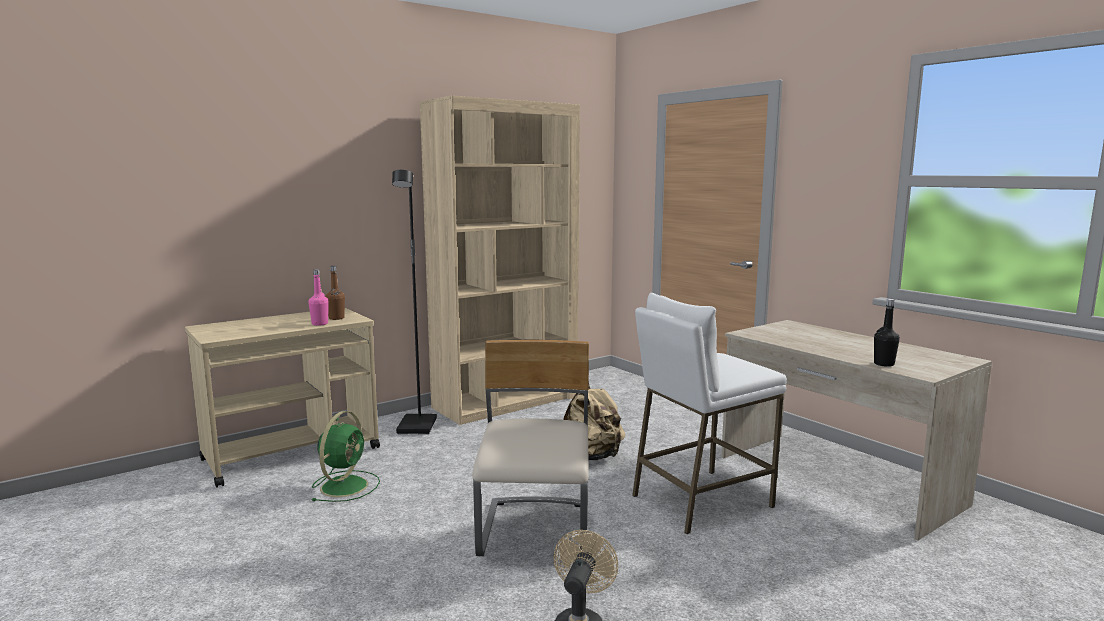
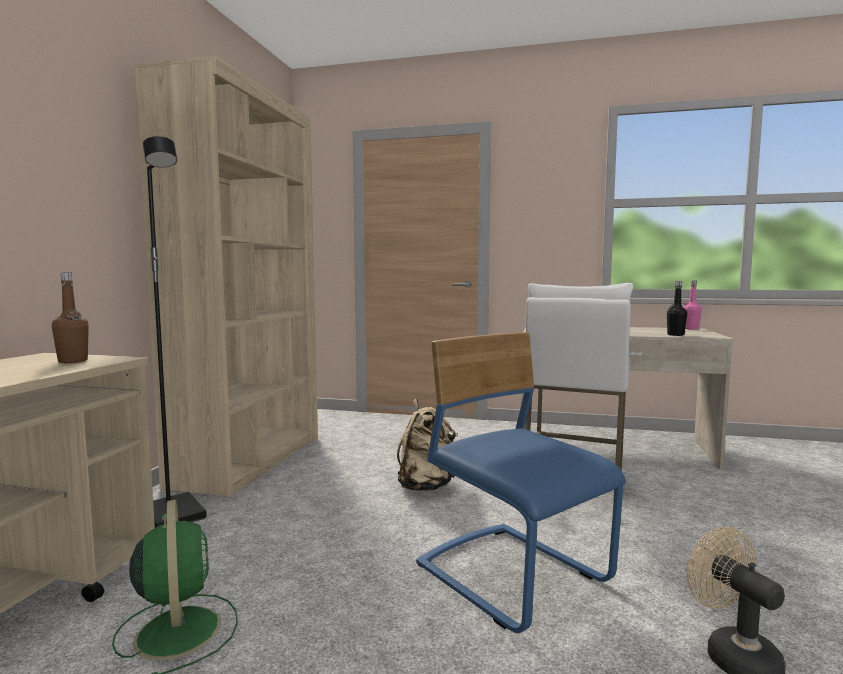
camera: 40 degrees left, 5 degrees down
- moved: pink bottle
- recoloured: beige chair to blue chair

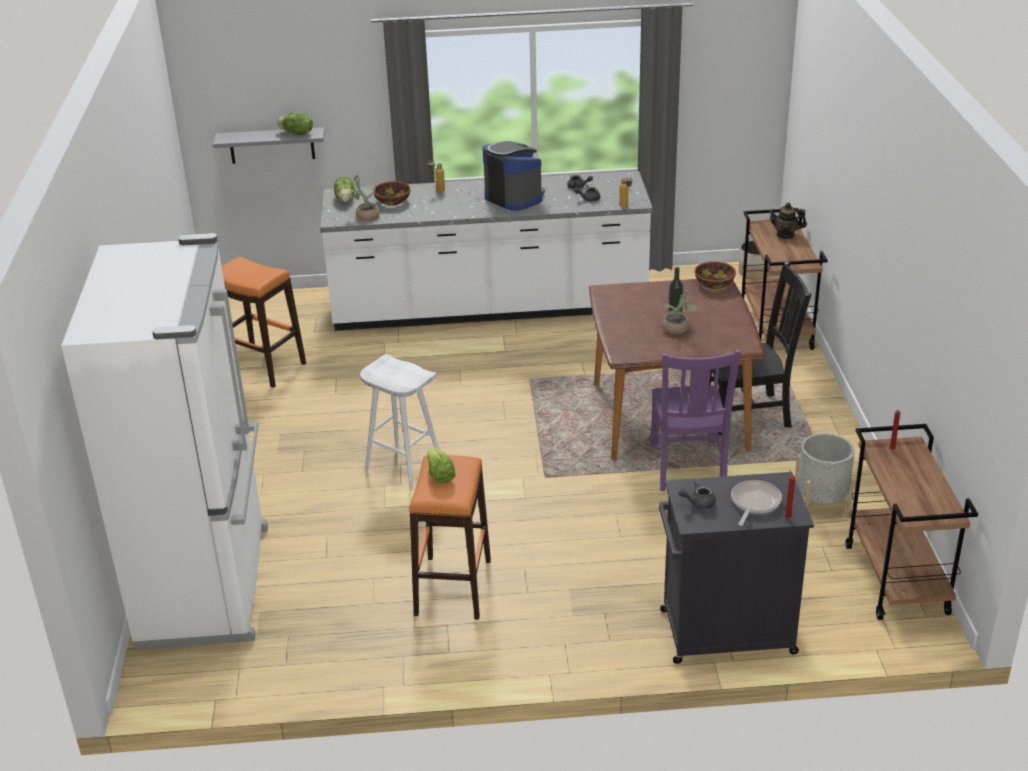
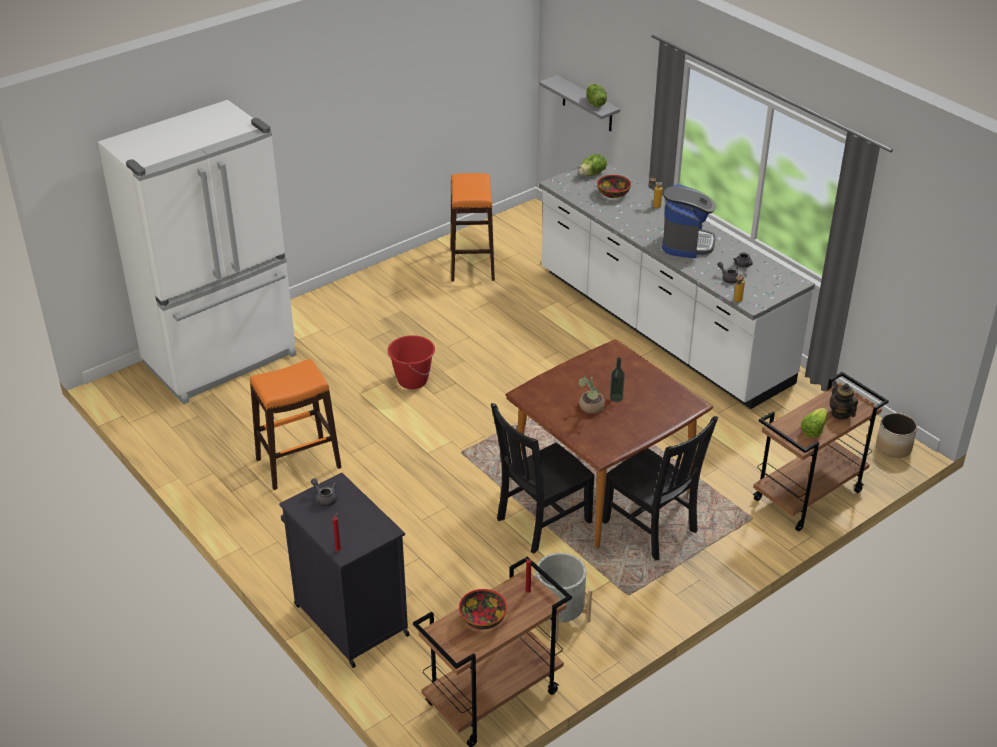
camera: 55 degrees right, 5 degrees up
- removed: potted plant (1st from left)
- replaced: white stool to red bucket
- moved: lettuce (3rd from left)
- recoloured: purple chair to black chair (1st from left)
- moved: bowl (2nd from left in the first image) to bowl (1st from left)
- removed: frying pan

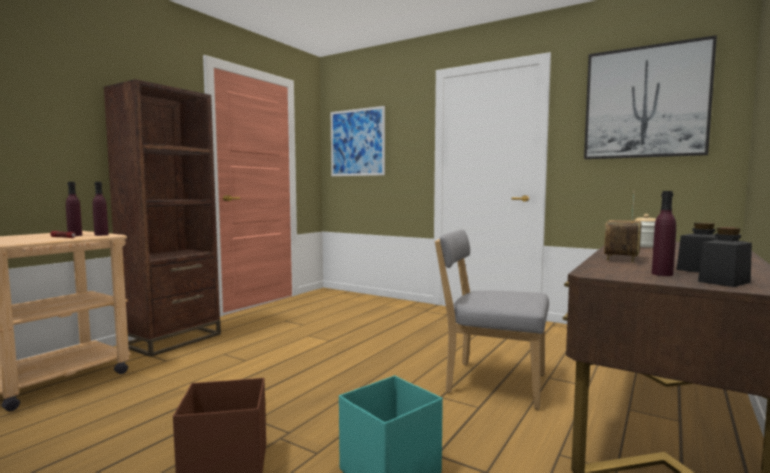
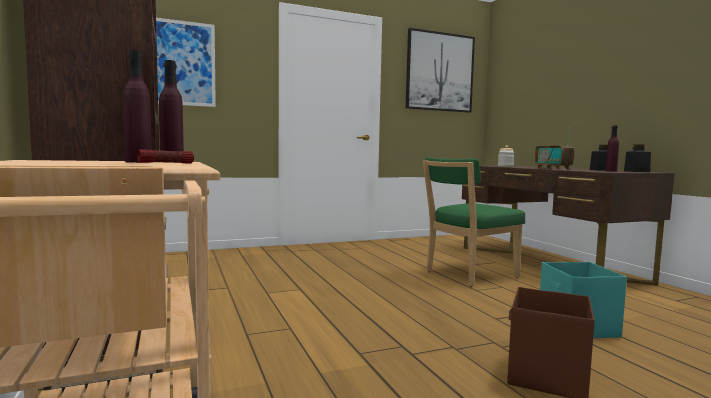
camera: 55 degrees left, 0 degrees up
- recoloured: grey chair to green chair

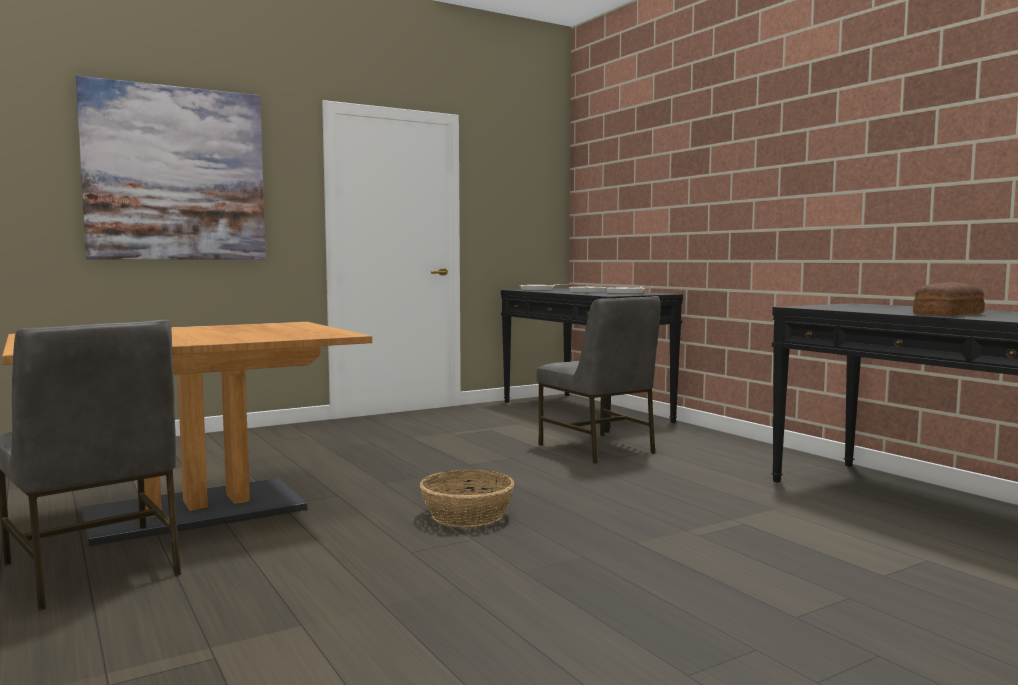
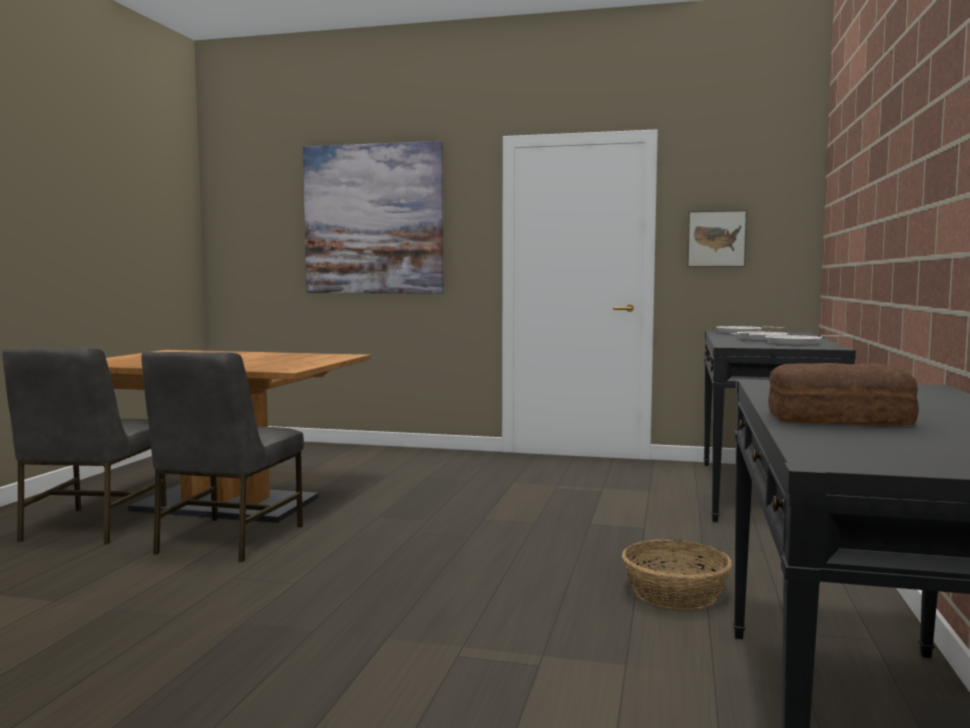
camera: 45 degrees right, 0 degrees up
- moved: basket
- moved: grey chair (2nd from left)
- added: picture (2nd from left)

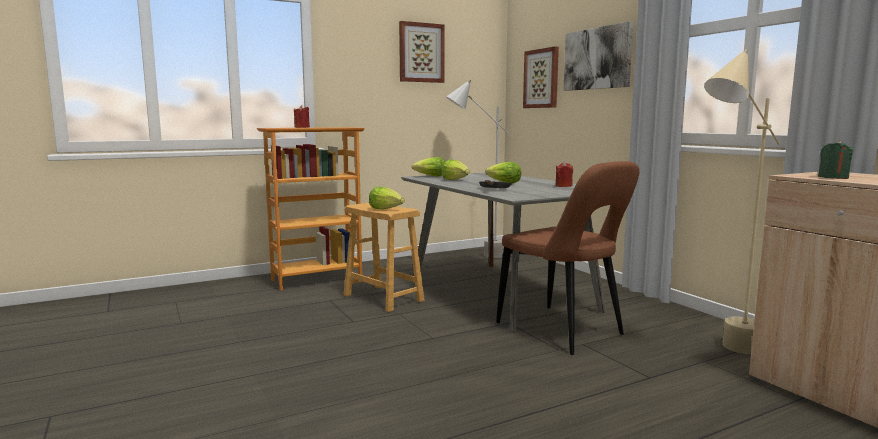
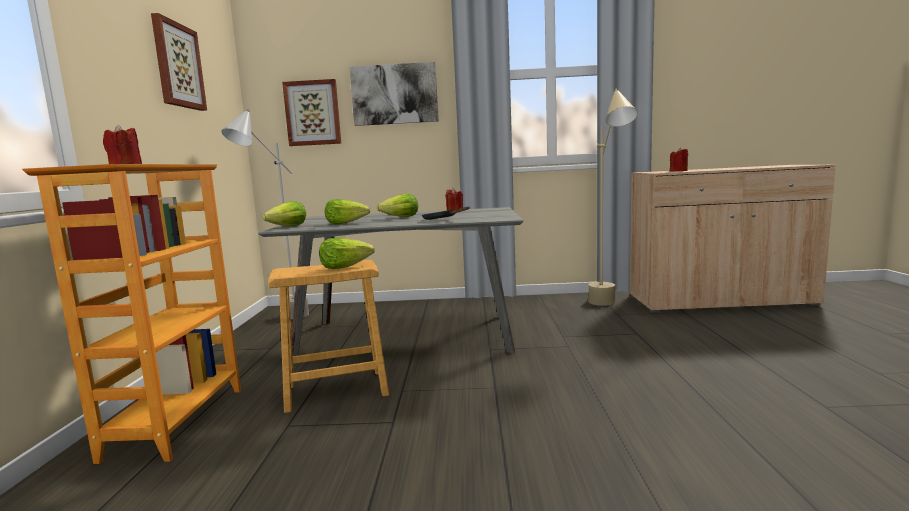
camera: 60 degrees left, 0 degrees up
- removed: brown chair
- recoloured: green candle to red candle (3rd from left)

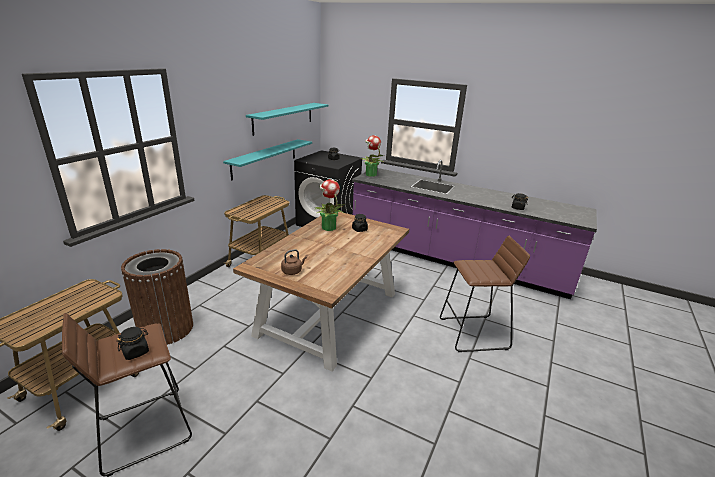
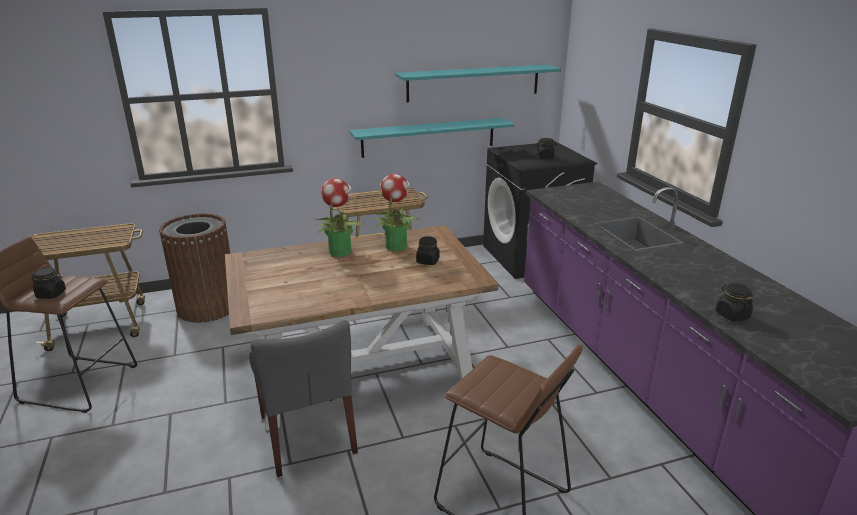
camera: 45 degrees right, 0 degrees up
- removed: brown kettle
- moved: potted plant (2nd from left in the first image) to potted plant (1st from left)
- added: grey chair

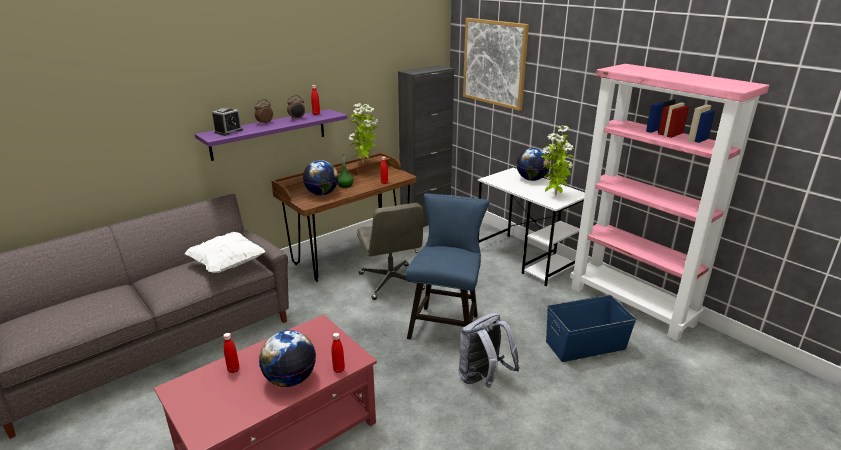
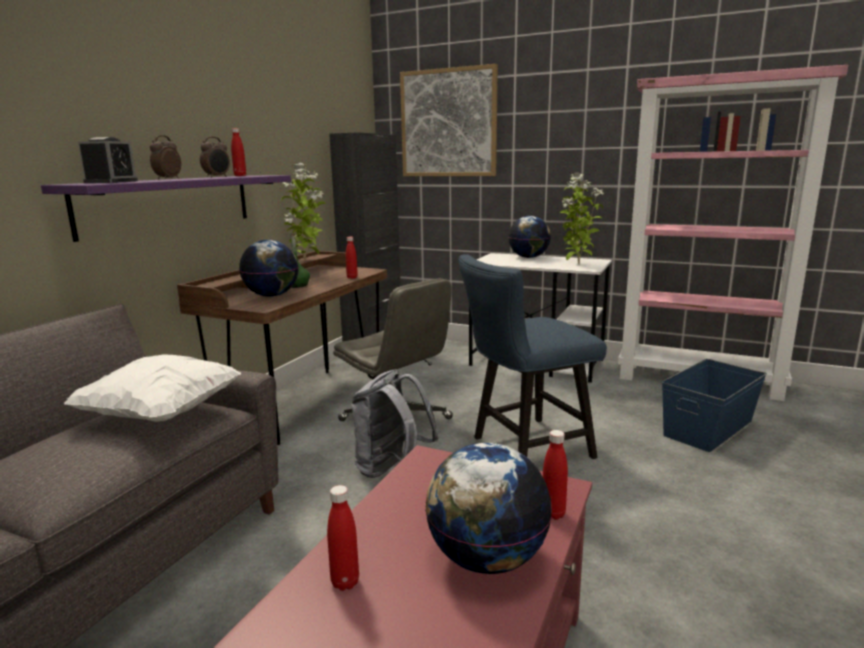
camera: 25 degrees left, 10 degrees down
- turned: blue chair 105 degrees counterclockwise
- moved: grey backpack

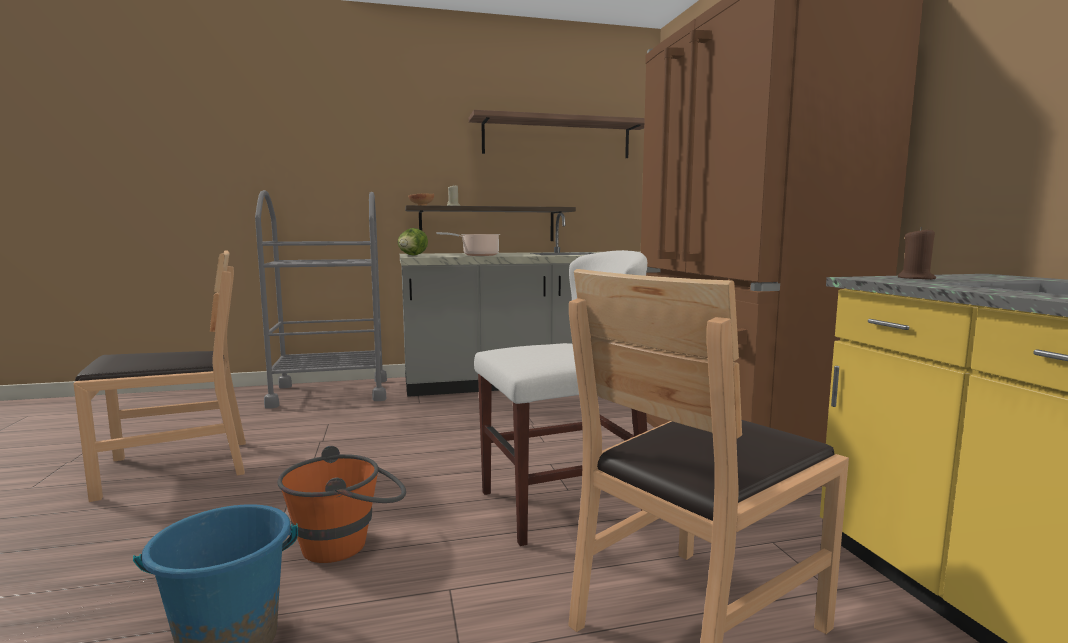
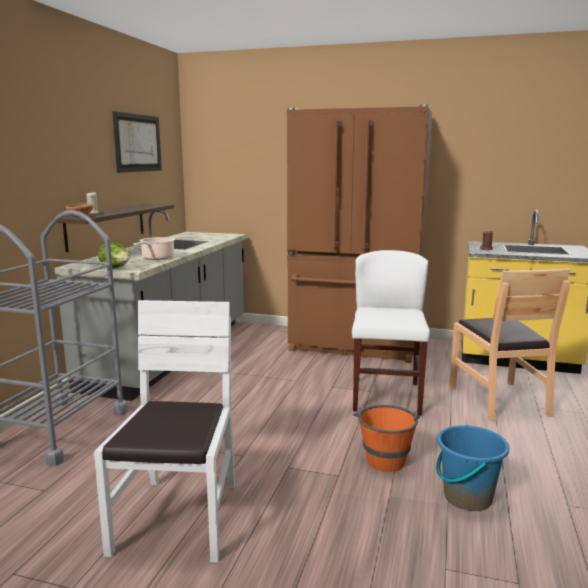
camera: 60 degrees left, 5 degrees up
- recoloured: brown chair (1st from left) to white chair (1st from left)
- replaced: shelf (2nd from left) to picture

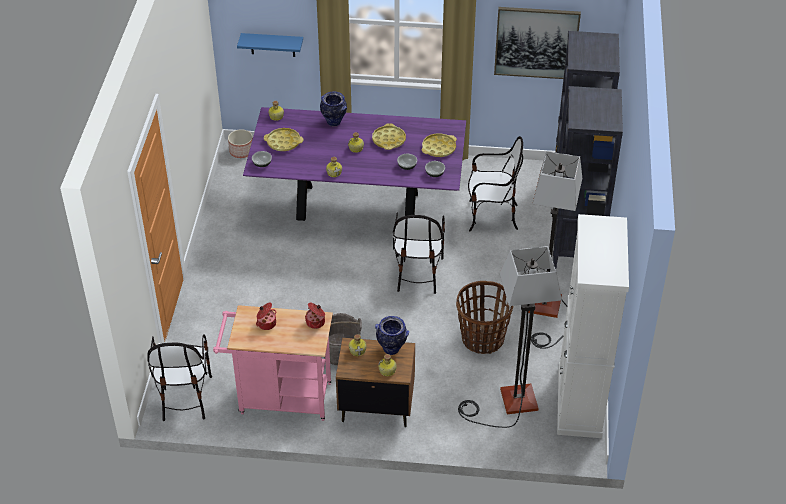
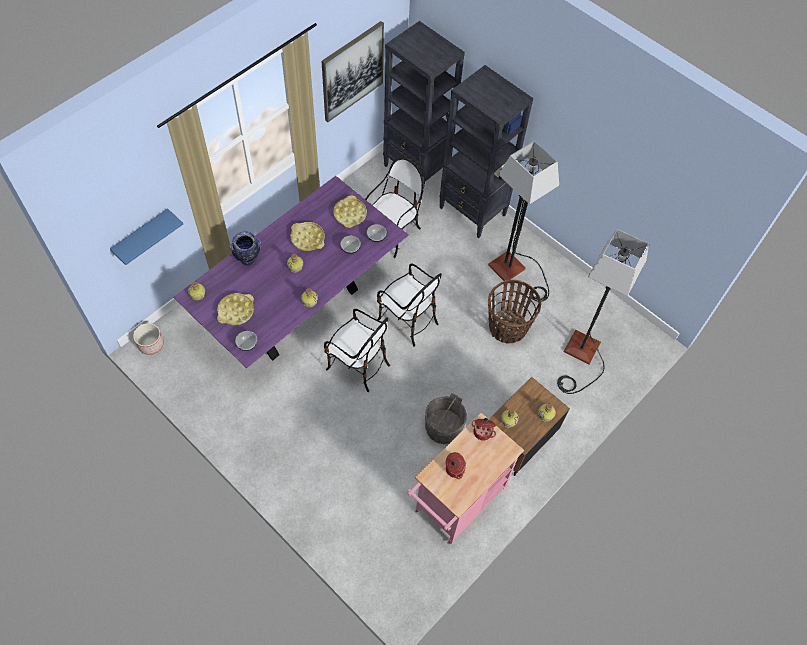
camera: 55 degrees left, 15 degrees up
- moved: chair (1st from left)
- removed: vase (2nd from left)
- removed: white cabinet

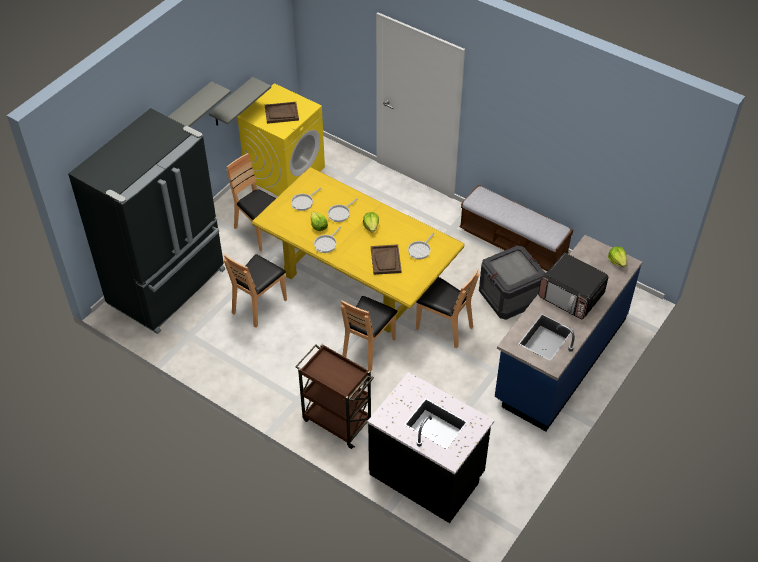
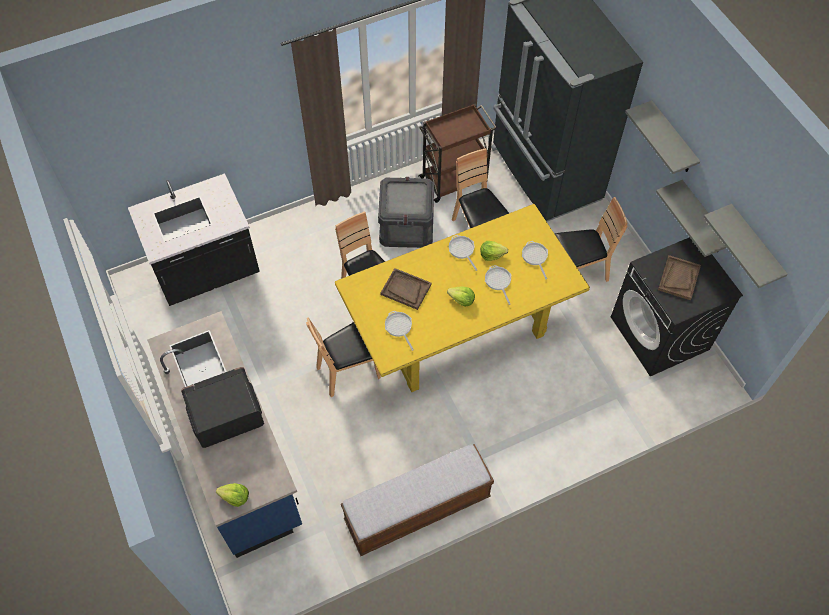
camera: 120 degrees right, 10 degrees up
- recoloured: yellow washing machine to black washing machine
- moved: brown cart
- moved: crate
- added: grey shelf (3rd from left)

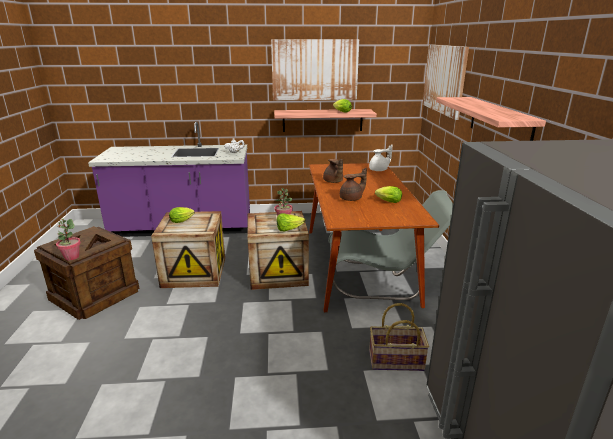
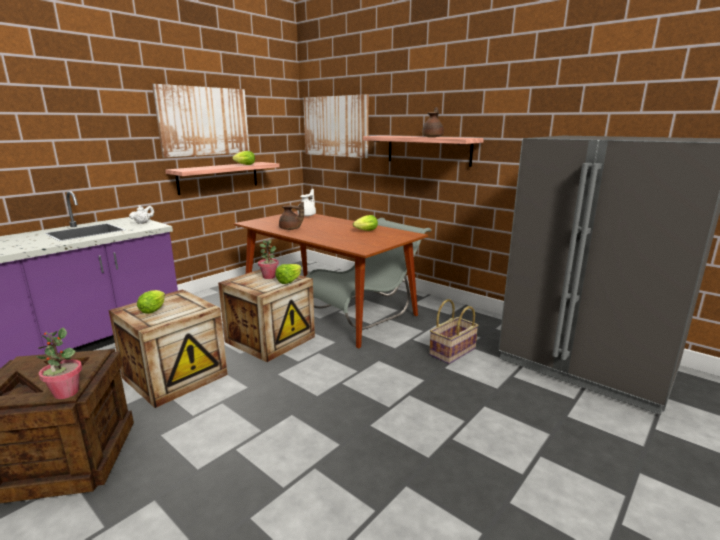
camera: 45 degrees left, 5 degrees down
- moved: brown teapot (2nd from left)

